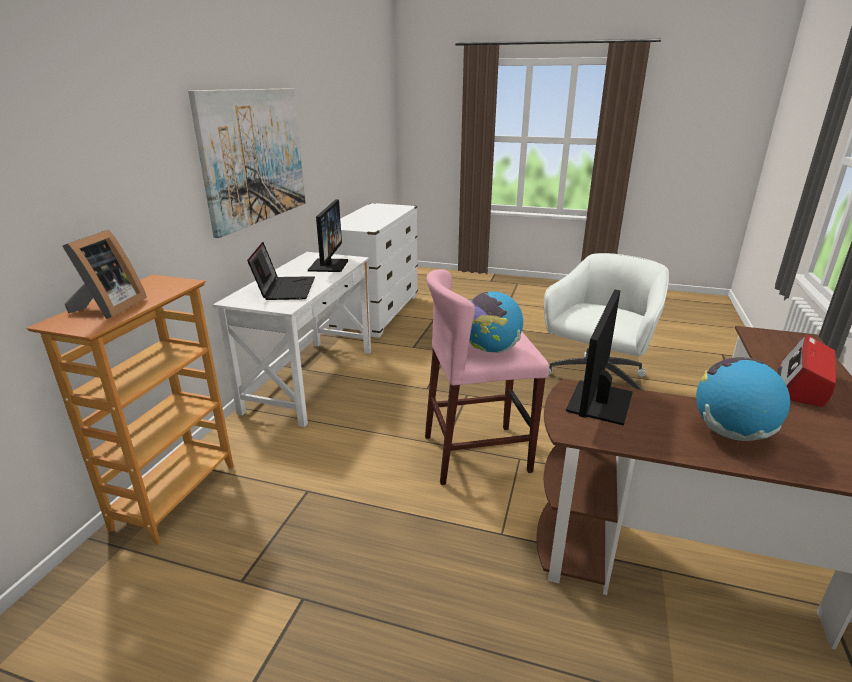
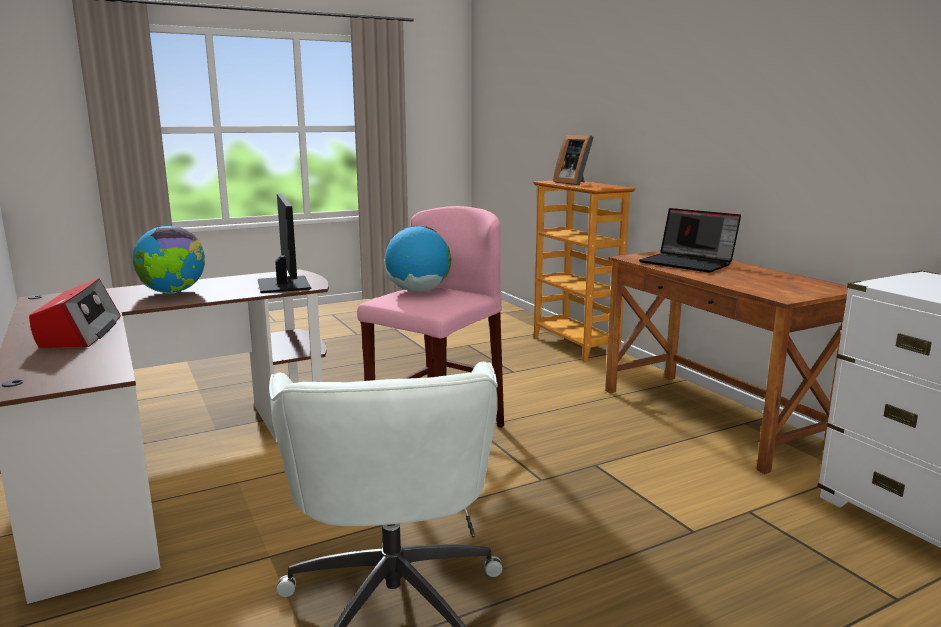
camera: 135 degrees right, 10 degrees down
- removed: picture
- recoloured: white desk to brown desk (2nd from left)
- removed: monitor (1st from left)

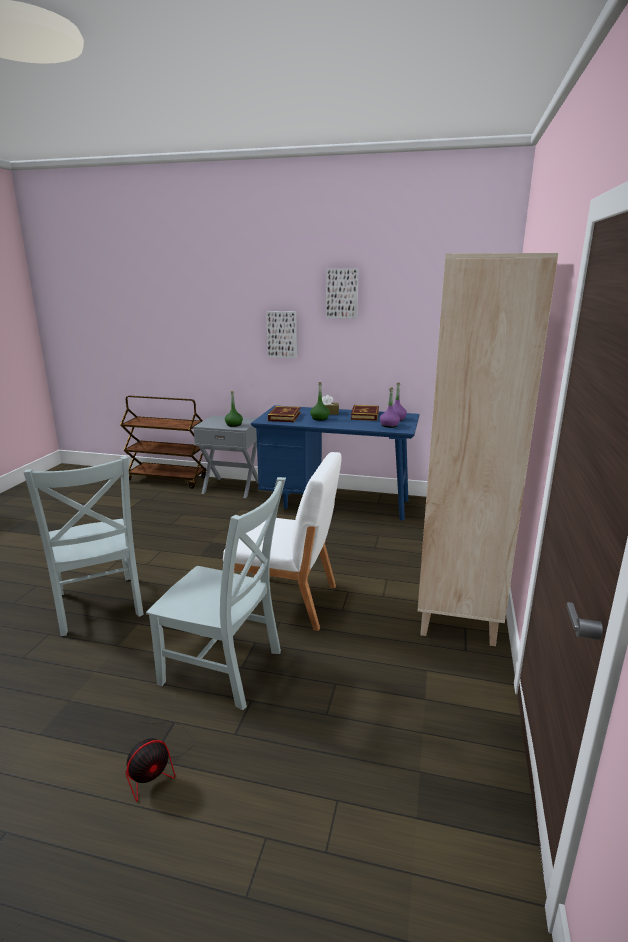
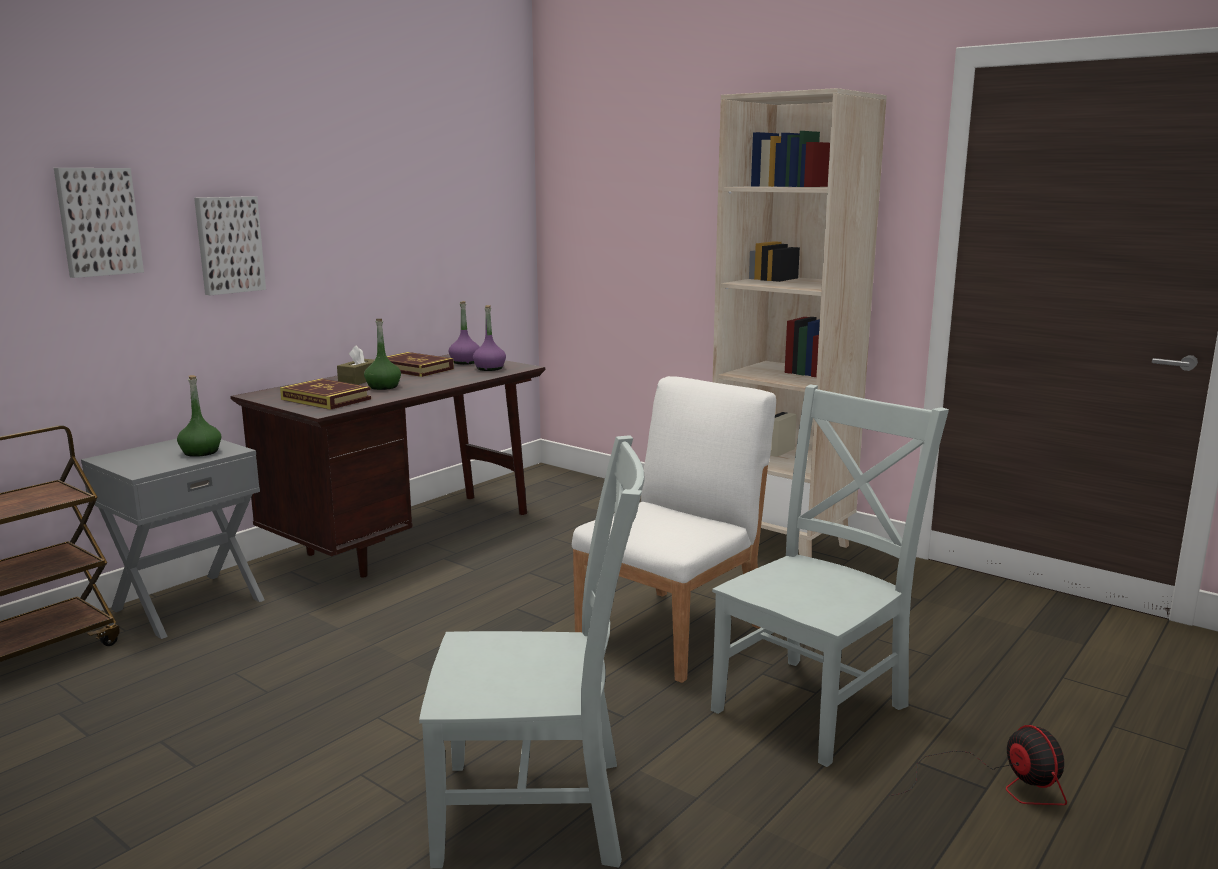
camera: 65 degrees left, 5 degrees down
- recoloured: blue desk to brown desk
- moved: picture (2nd from left in the first image) to picture (1st from left)

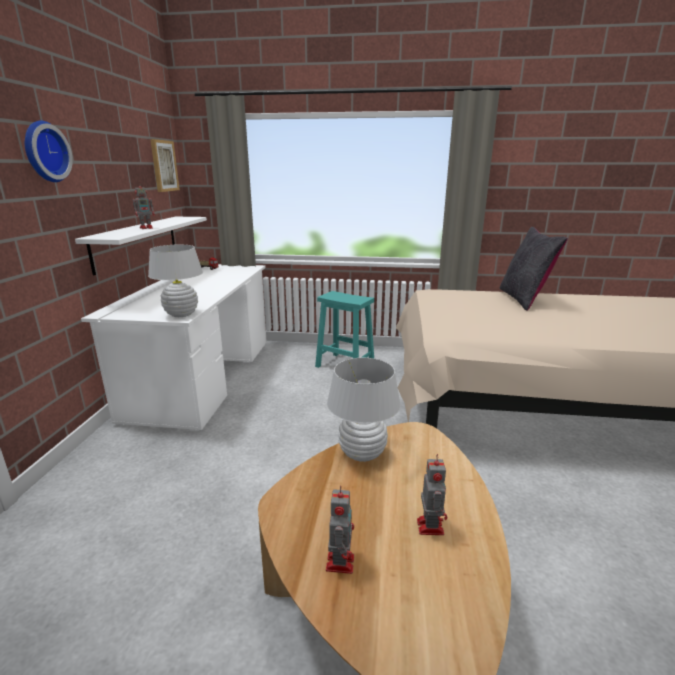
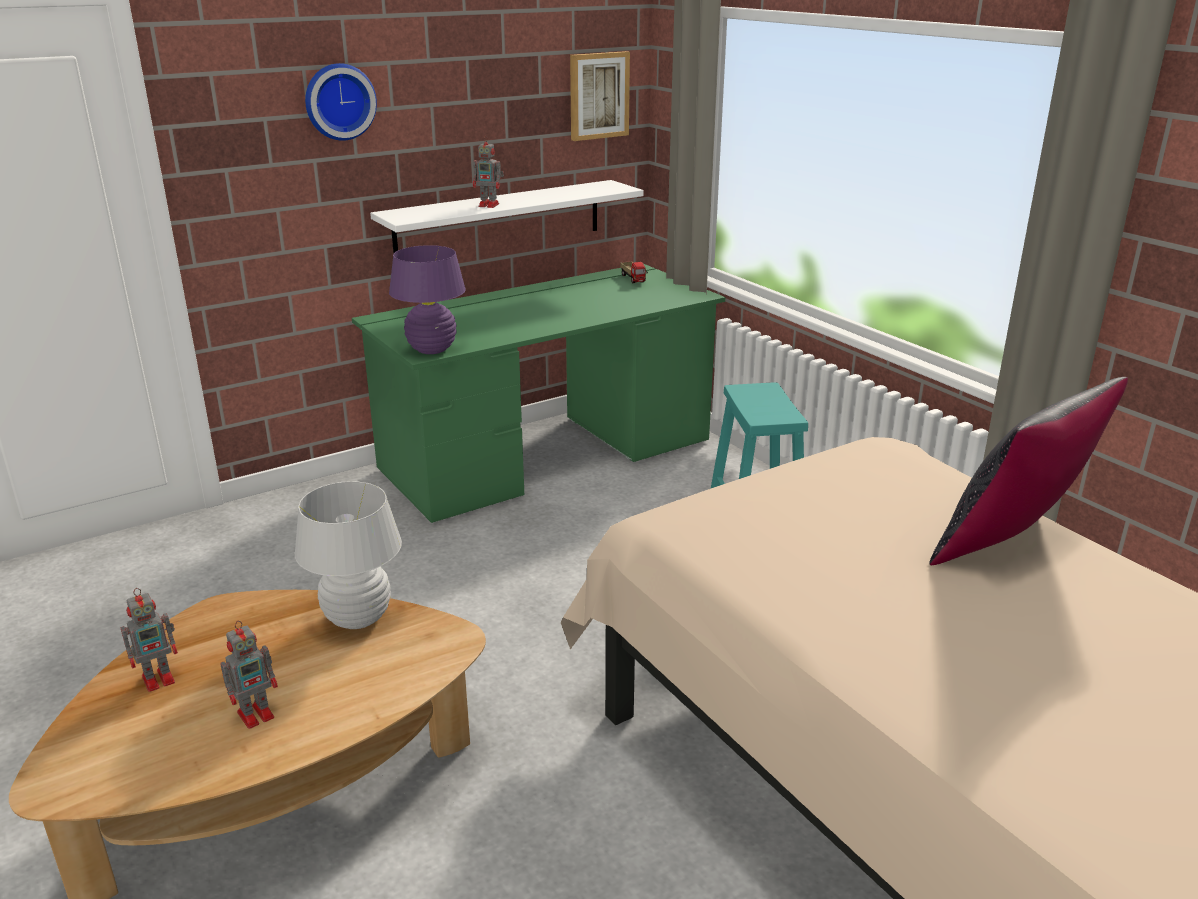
camera: 50 degrees right, 5 degrees up
- recoloured: white desk to green desk
- recoloured: white table lamp (1st from left) to purple table lamp

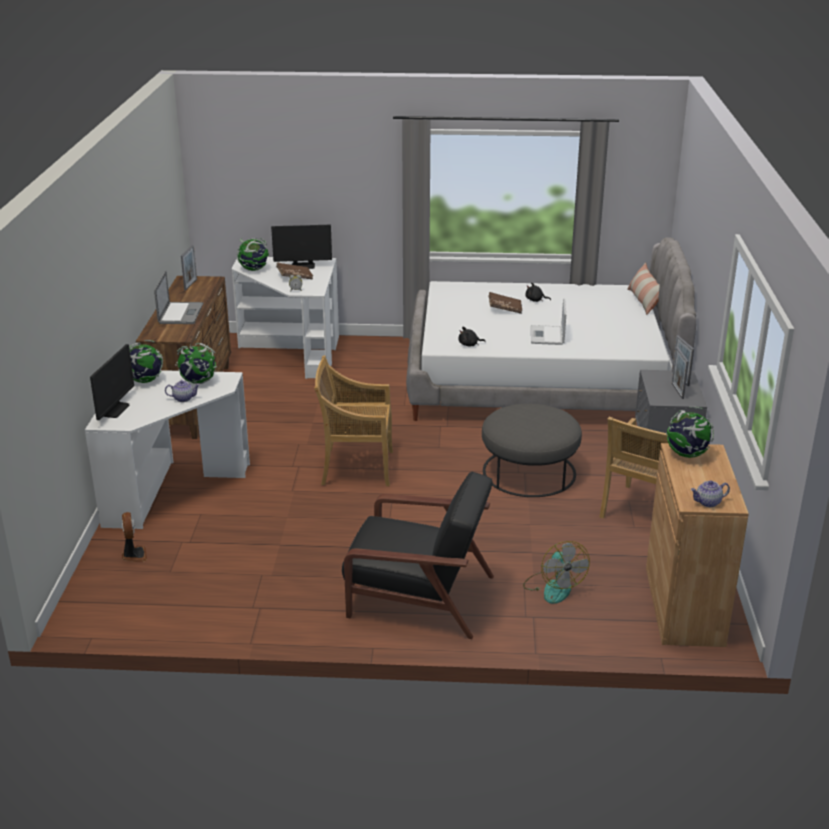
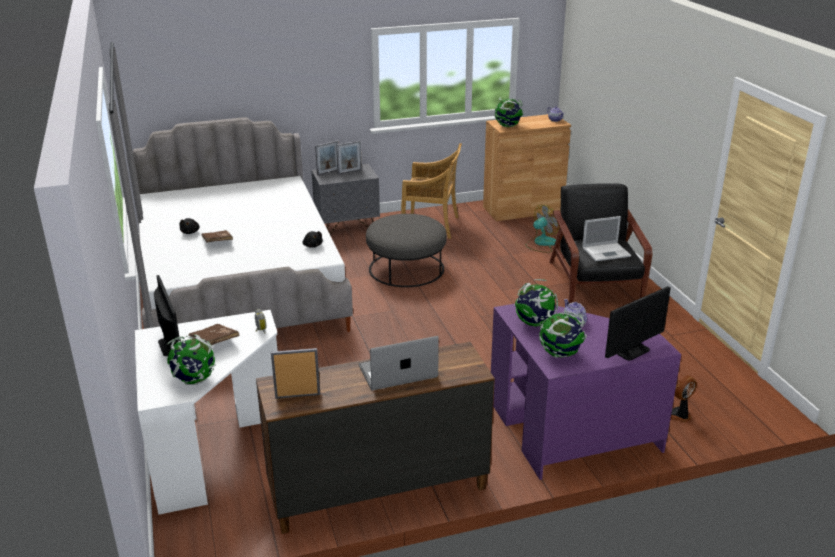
camera: 110 degrees left, 0 degrees up
- recoloured: white desk (1st from left) to purple desk
- turned: monitor (1st from left in the first image) 150 degrees clockwise
- removed: beige chair (1st from left)
- moved: laptop (2nd from left)
- removed: pillow

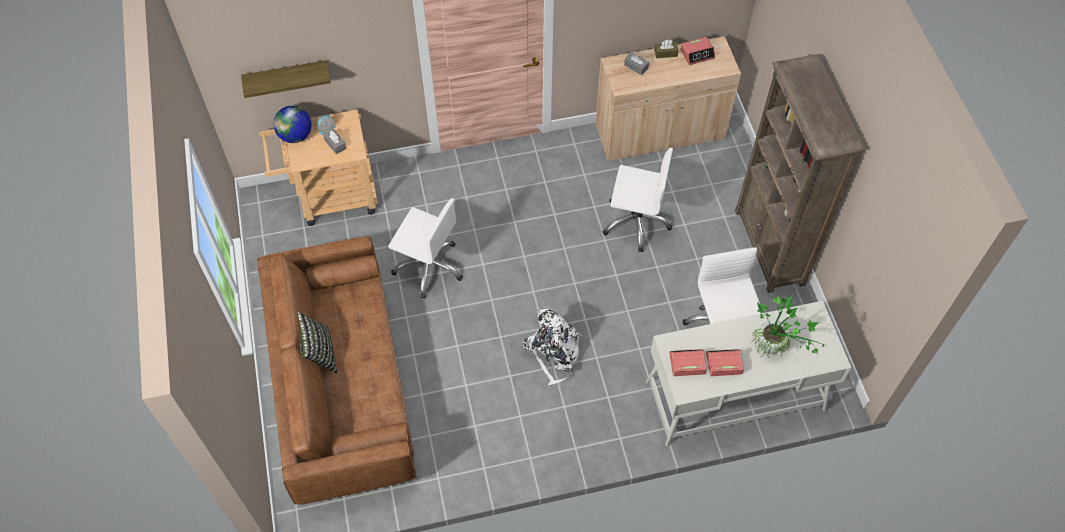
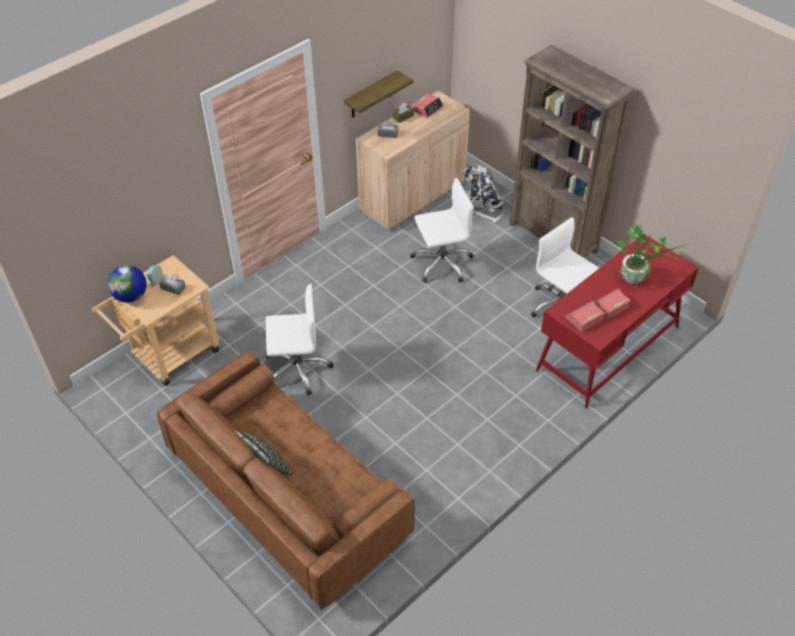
camera: 30 degrees left, 10 degrees down
- moved: shelf
- moved: white backpack
- recoloured: white desk to red desk

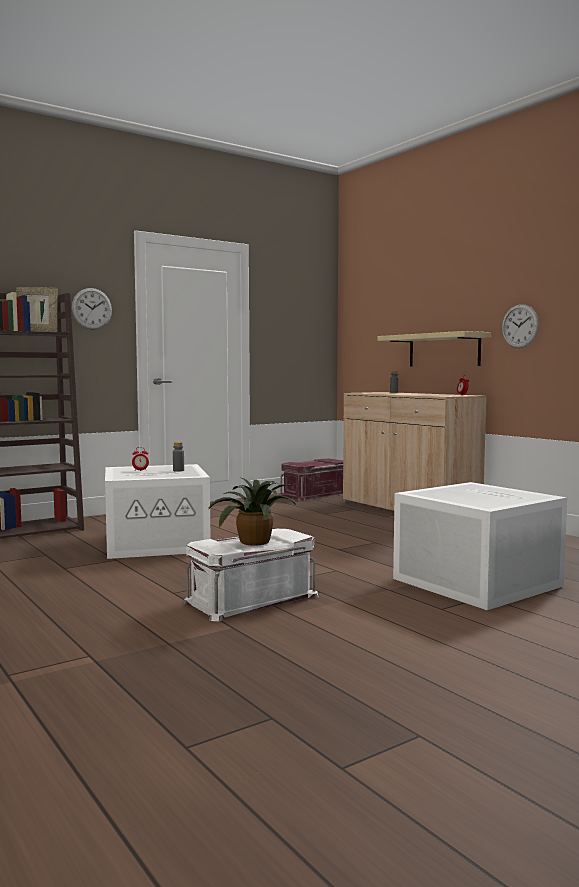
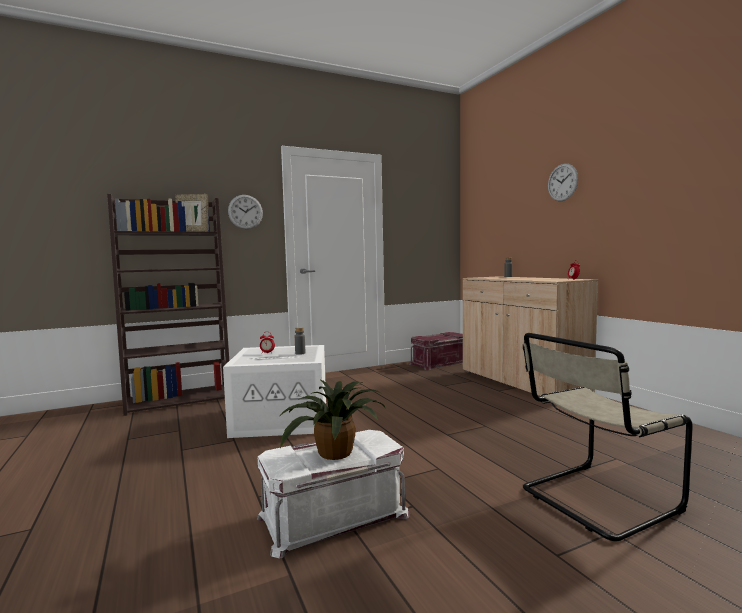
camera: 10 degrees right, 0 degrees up
- removed: beige shelf
- replaced: white storage box (3rd from left) to beige chair
- moved: wall clock (2nd from left)

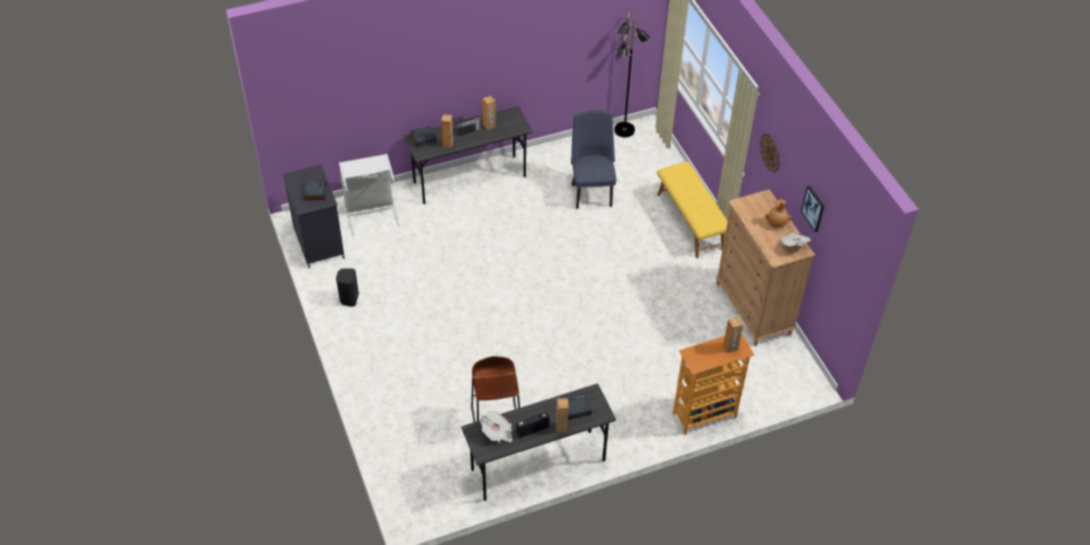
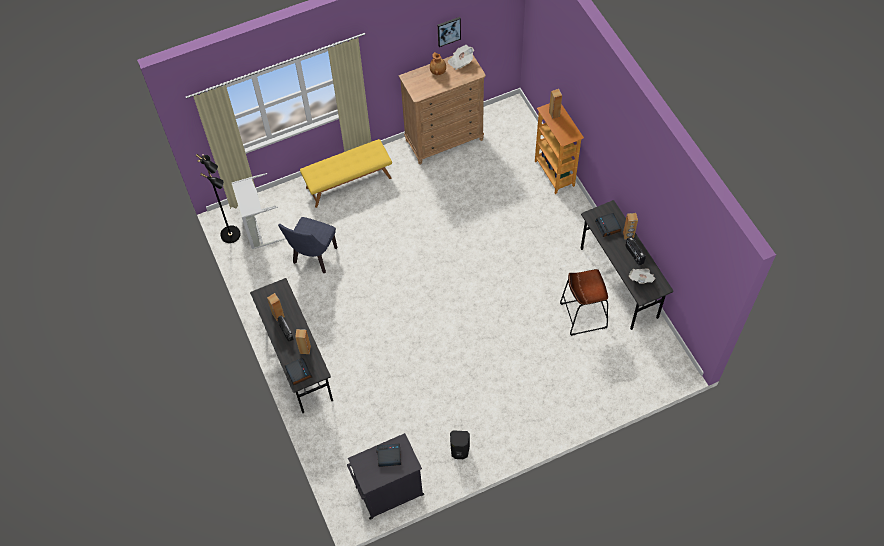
camera: 90 degrees left, 10 degrees up
- moved: grey laundry basket
- turned: blue chair 60 degrees counterclockwise
- removed: wall clock

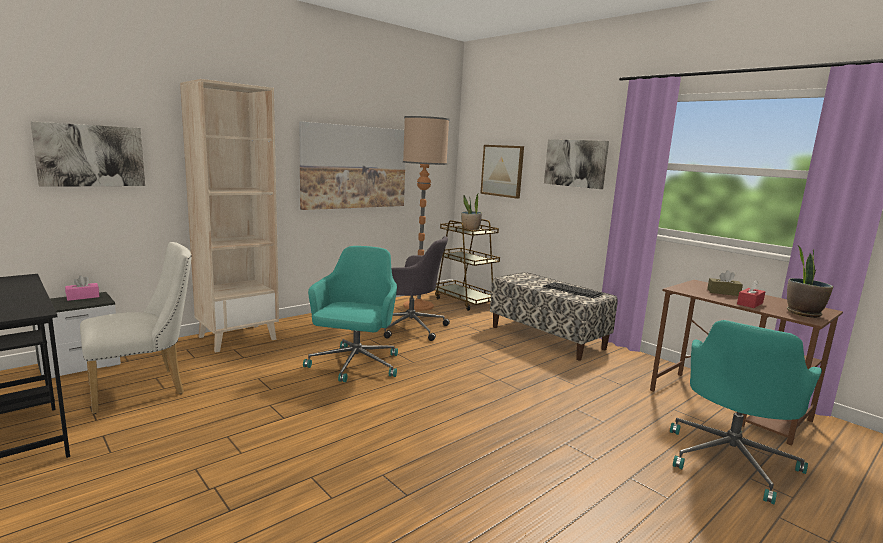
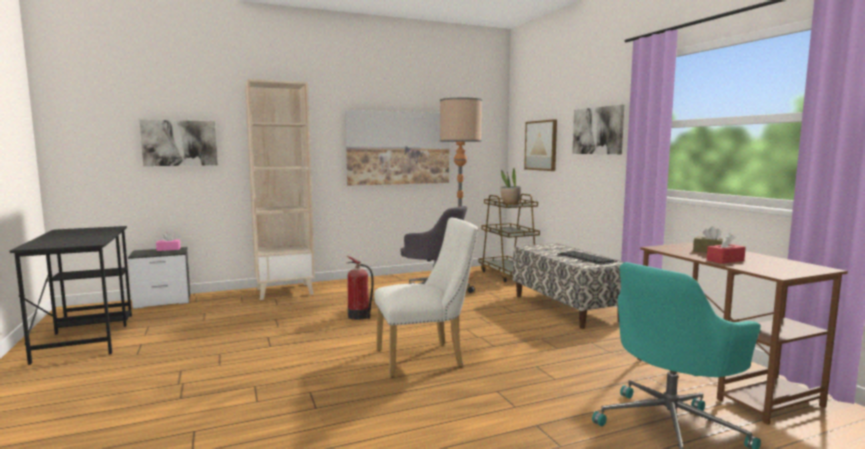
camera: 20 degrees right, 5 degrees down
- moved: white chair
- replaced: turquoise office chair (1st from left) to fire extinguisher
- removed: potted plant (2nd from left)

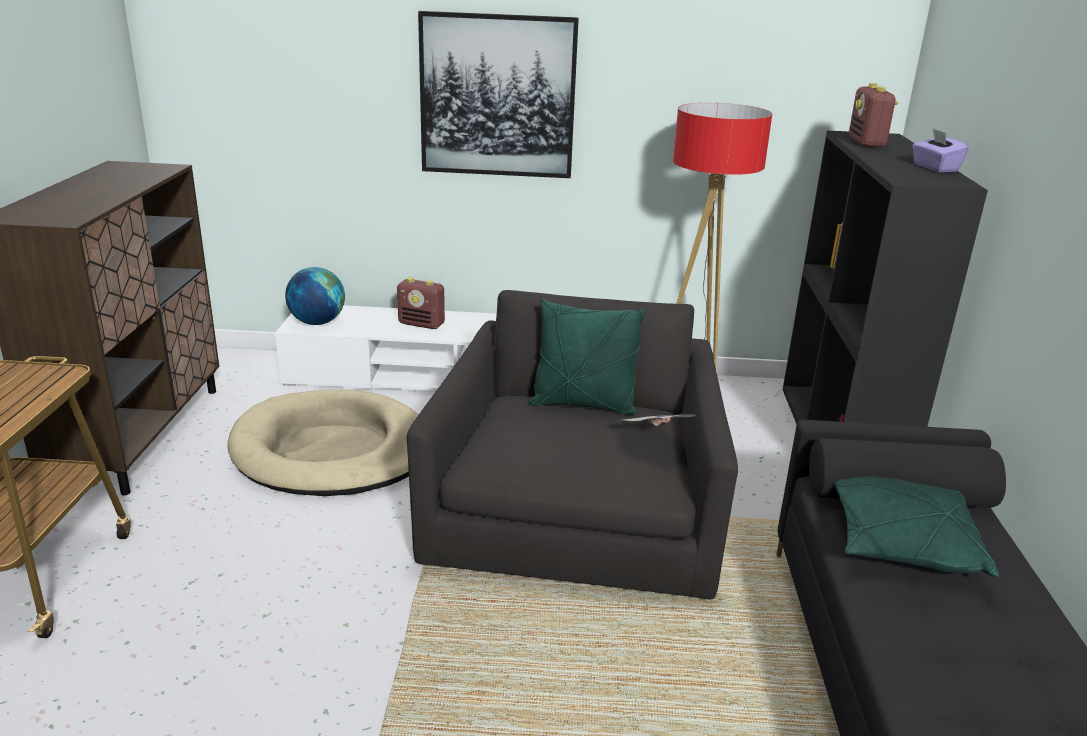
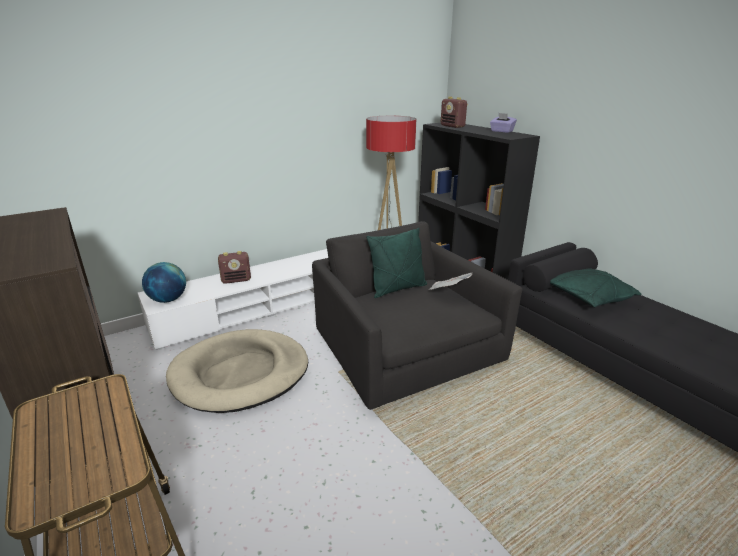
camera: 35 degrees left, 0 degrees up
- removed: picture

